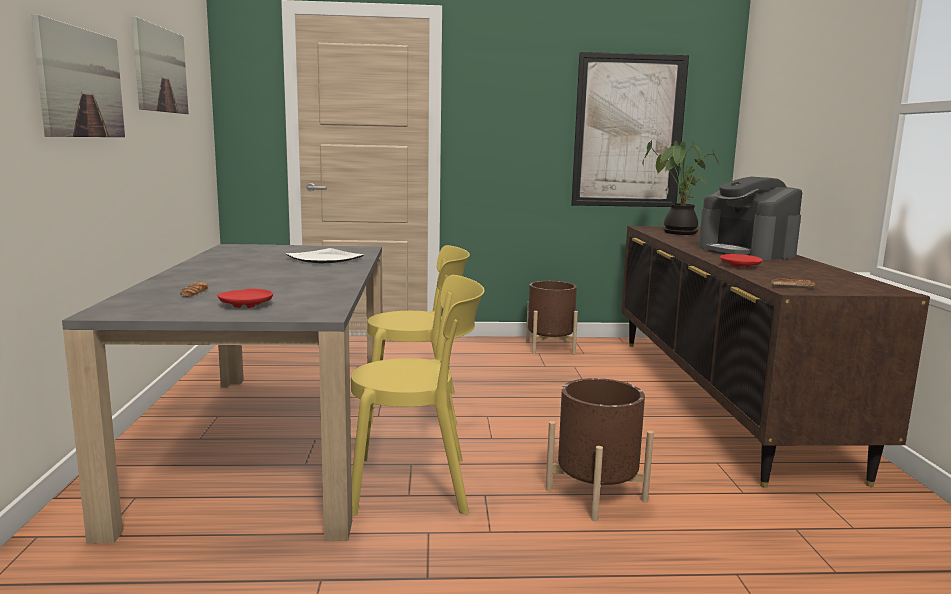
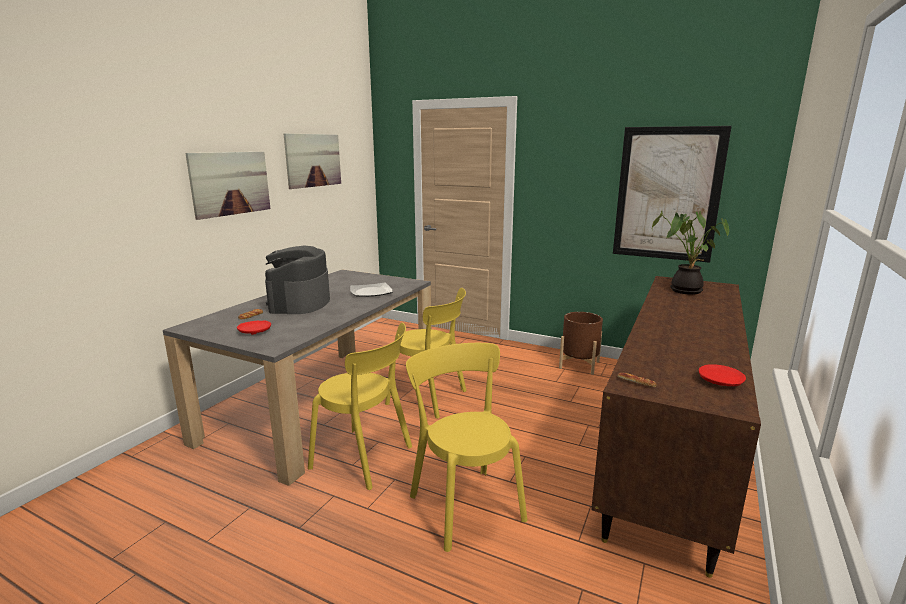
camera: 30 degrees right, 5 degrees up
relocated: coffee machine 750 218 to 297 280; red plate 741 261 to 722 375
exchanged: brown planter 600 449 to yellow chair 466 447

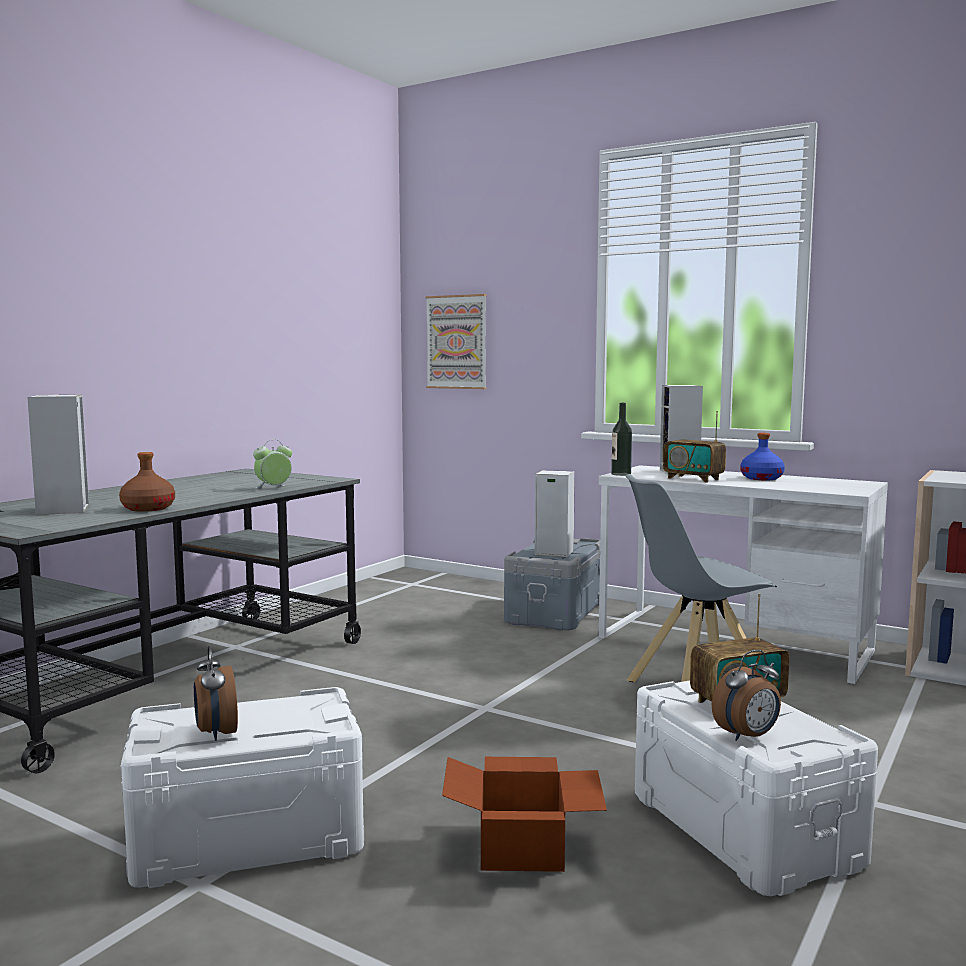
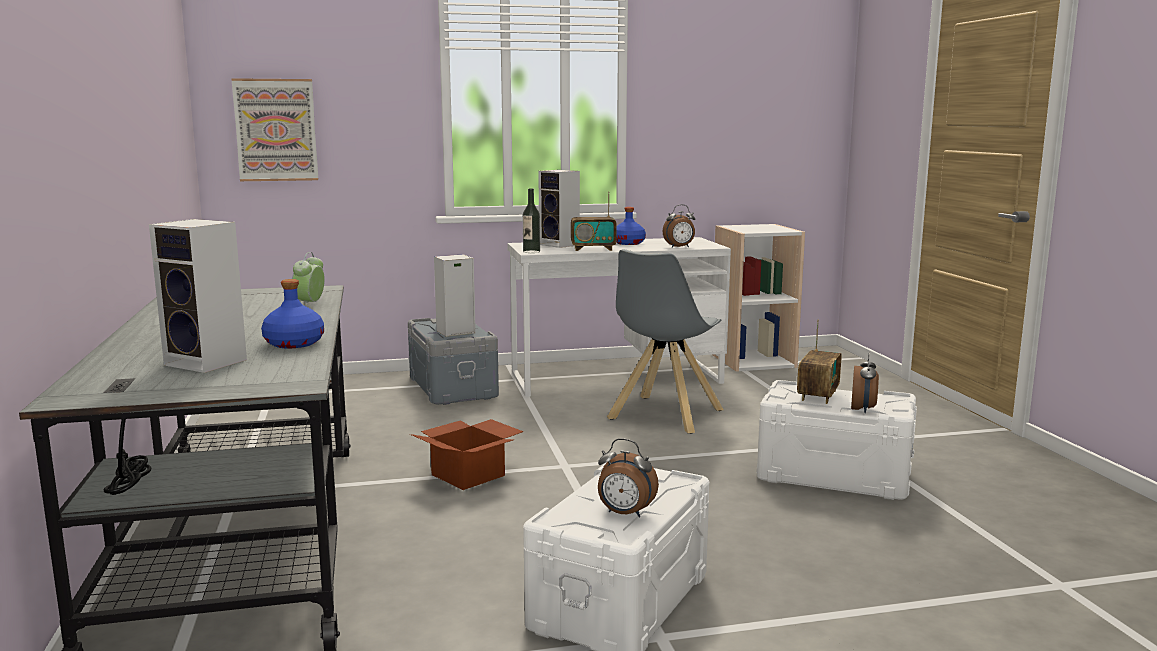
camera: 45 degrees left, 5 degrees up
appeared: alarm clock 679 226
relocated: cardboard box 524 814 to 467 454
colour: brown bottle 147 482 to blue bottle 292 313

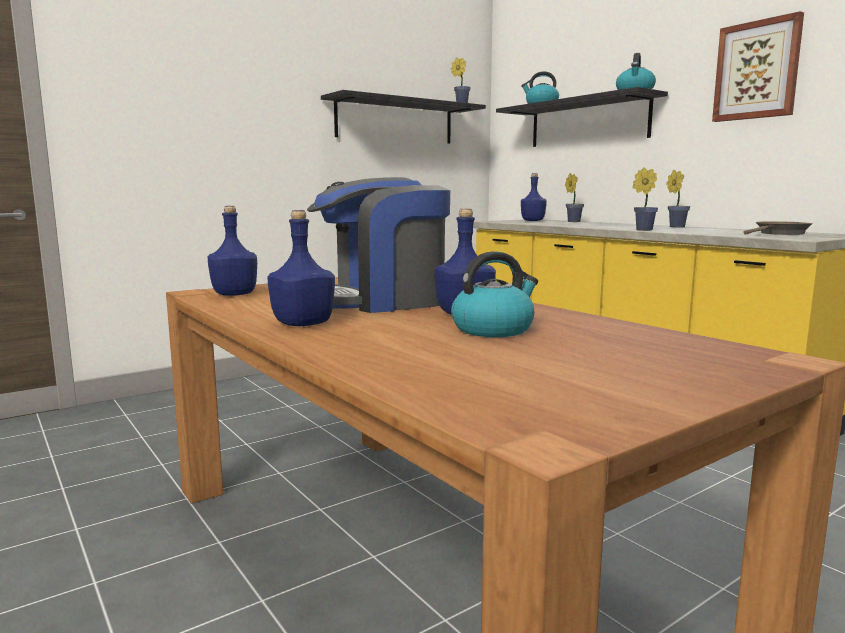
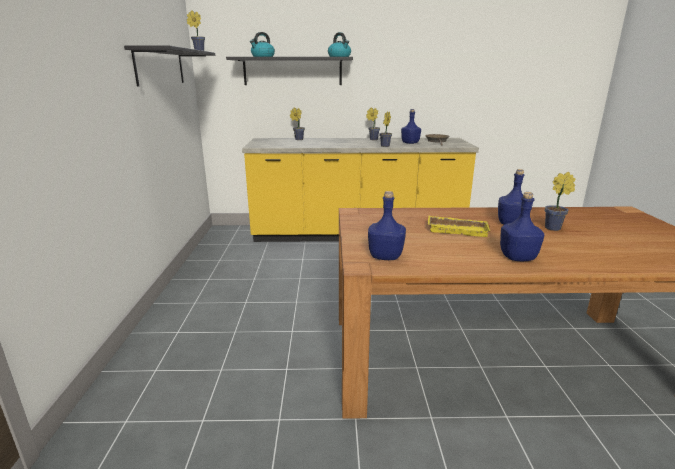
camera: 55 degrees left, 10 degrees up
missing: picture 758 66
relocated: blue bottle 534 197 to 411 126
exchanged: coffee machine 378 245 to yellow tray 459 226; kettle 494 294 to potted plant 560 201

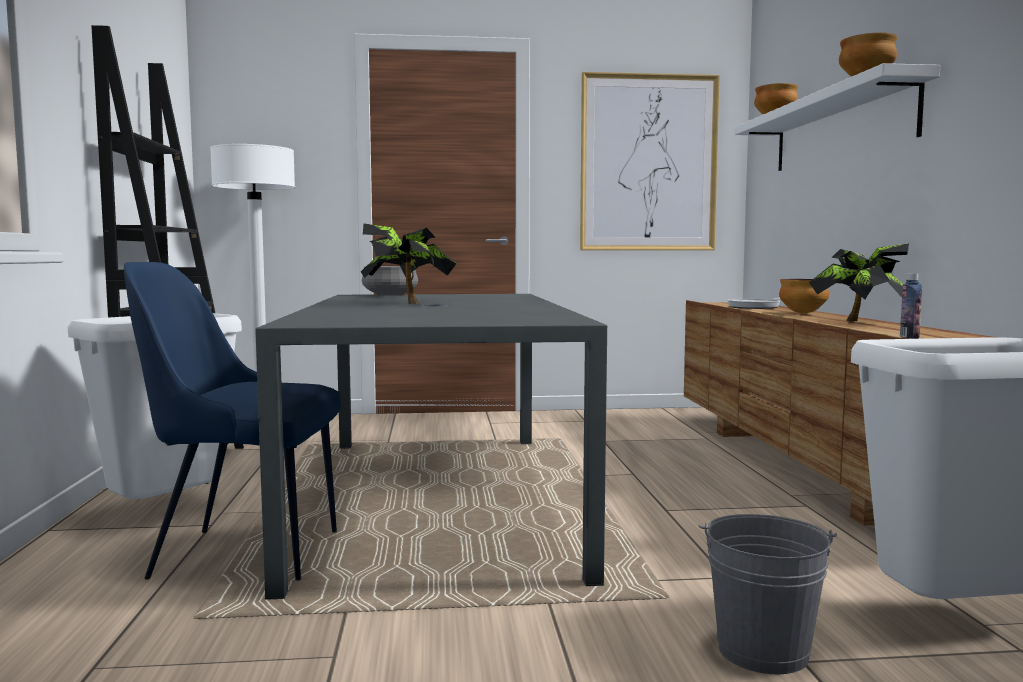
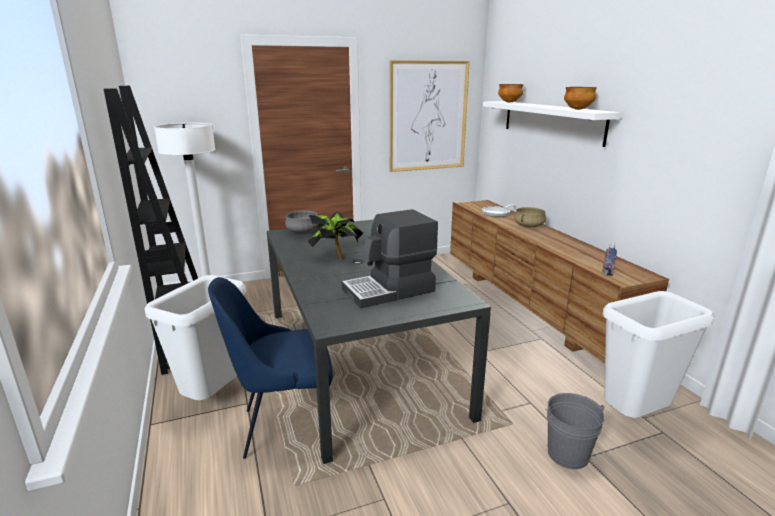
camera: 15 degrees left, 15 degrees up
missing: potted plant 859 282
appeared: coffee machine 389 258
exchanged: bowl 804 296 to beige cooking pot 530 217

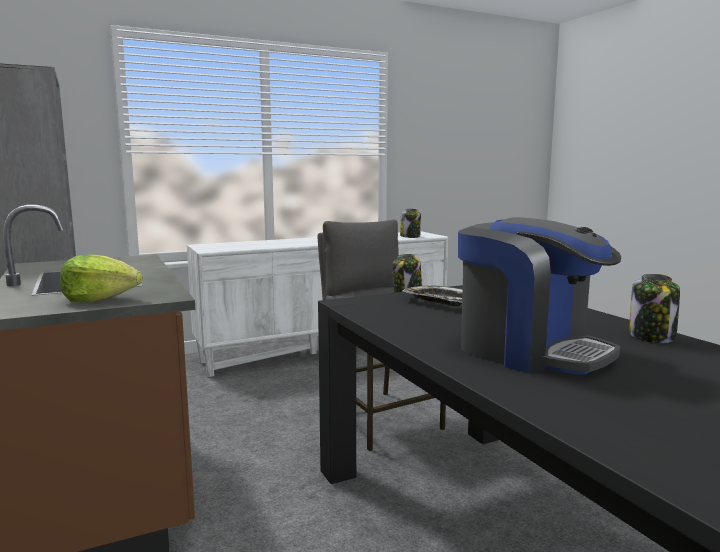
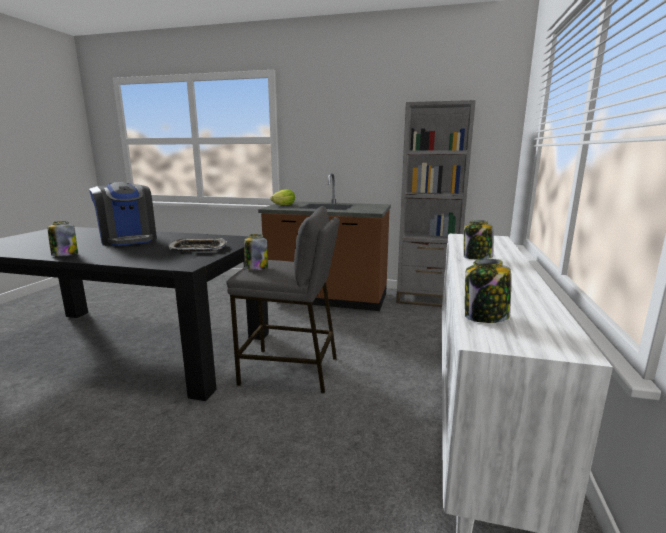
camera: 130 degrees right, 5 degrees up
appeared: jar 478 239
spun: coffee machine 539 296 = 123 214 120 degrees counterclockwise

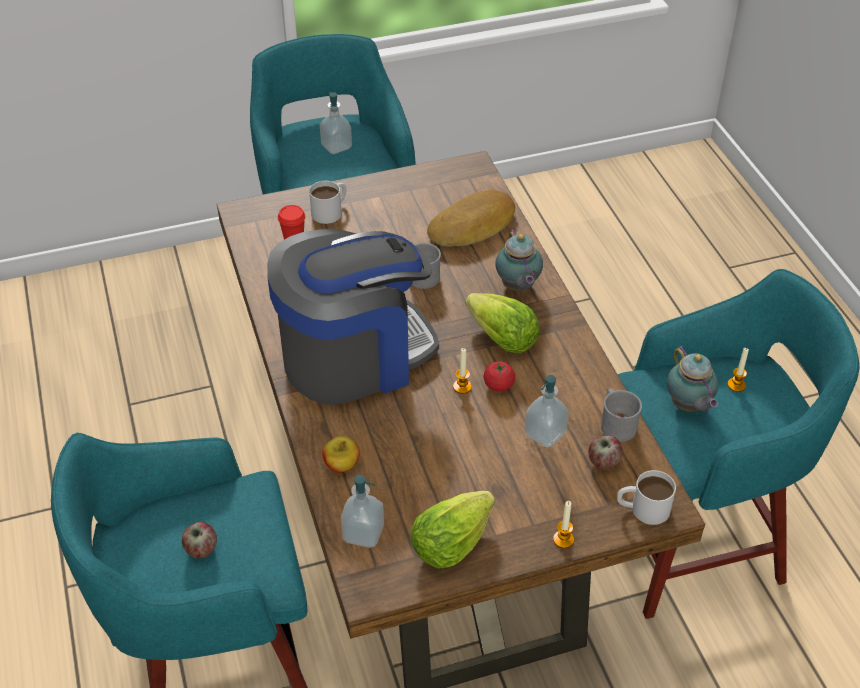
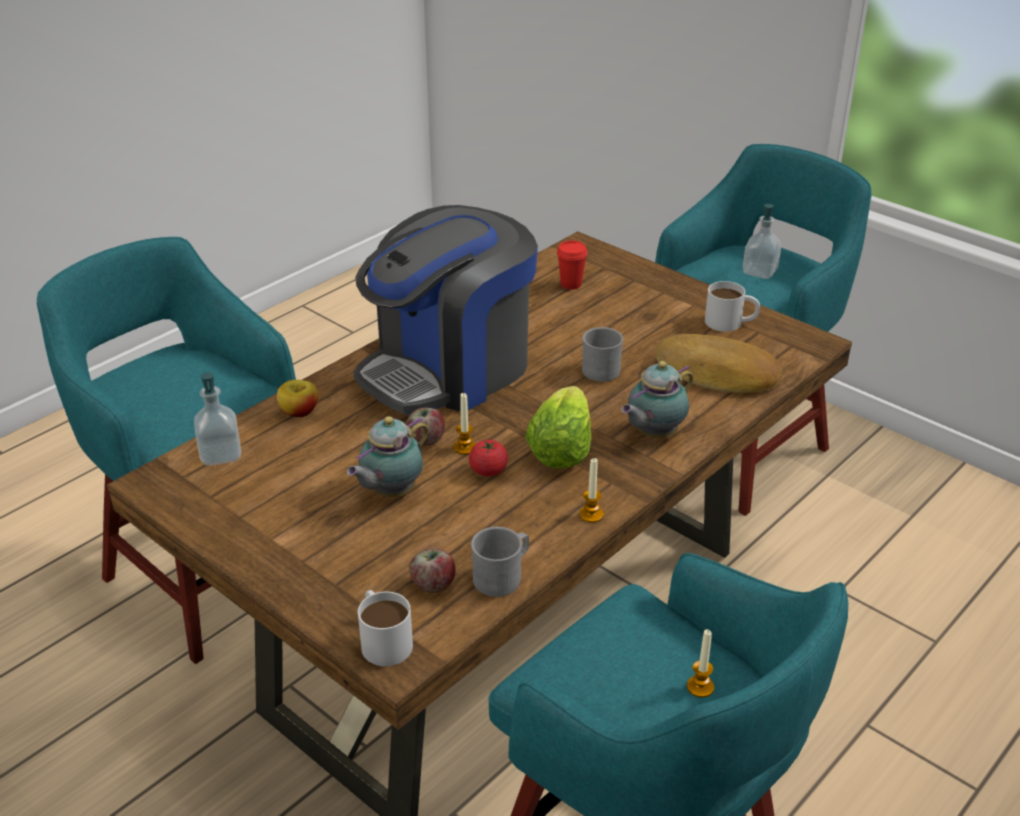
camera: 60 degrees right, 10 degrees down
missing: lettuce 452 530; soap dispenser 546 411
relocated: apple 199 540 to 425 427; white mug 327 202 to 732 306; candle 563 524 to 591 490; teapot 692 378 to 388 456
spun: coffee machine 353 316 = 445 310 105 degrees clockwise

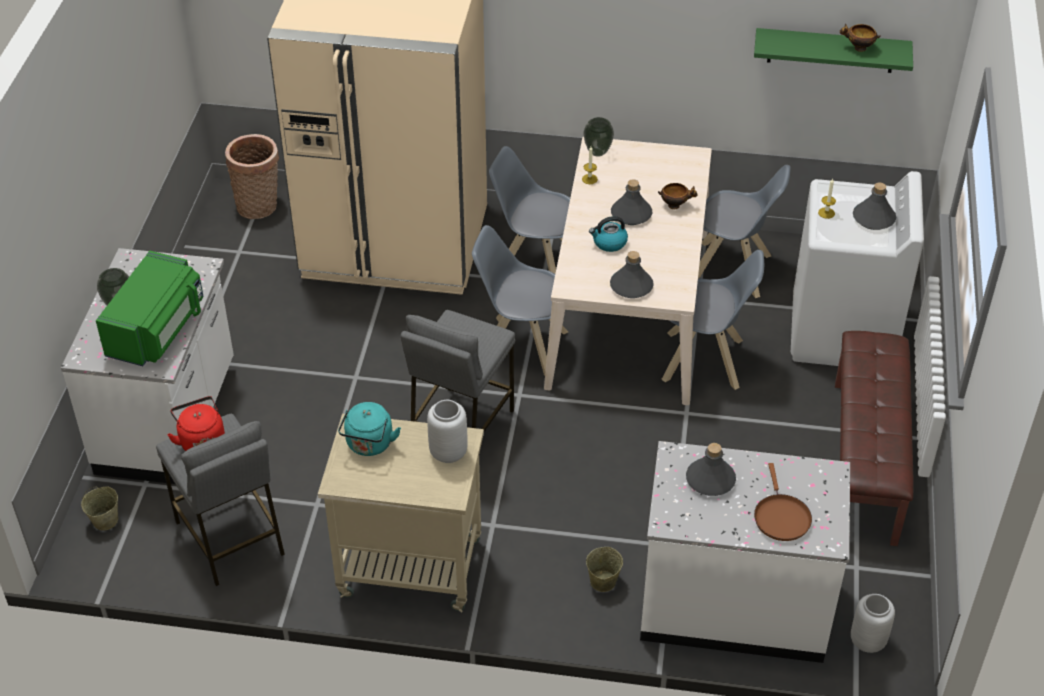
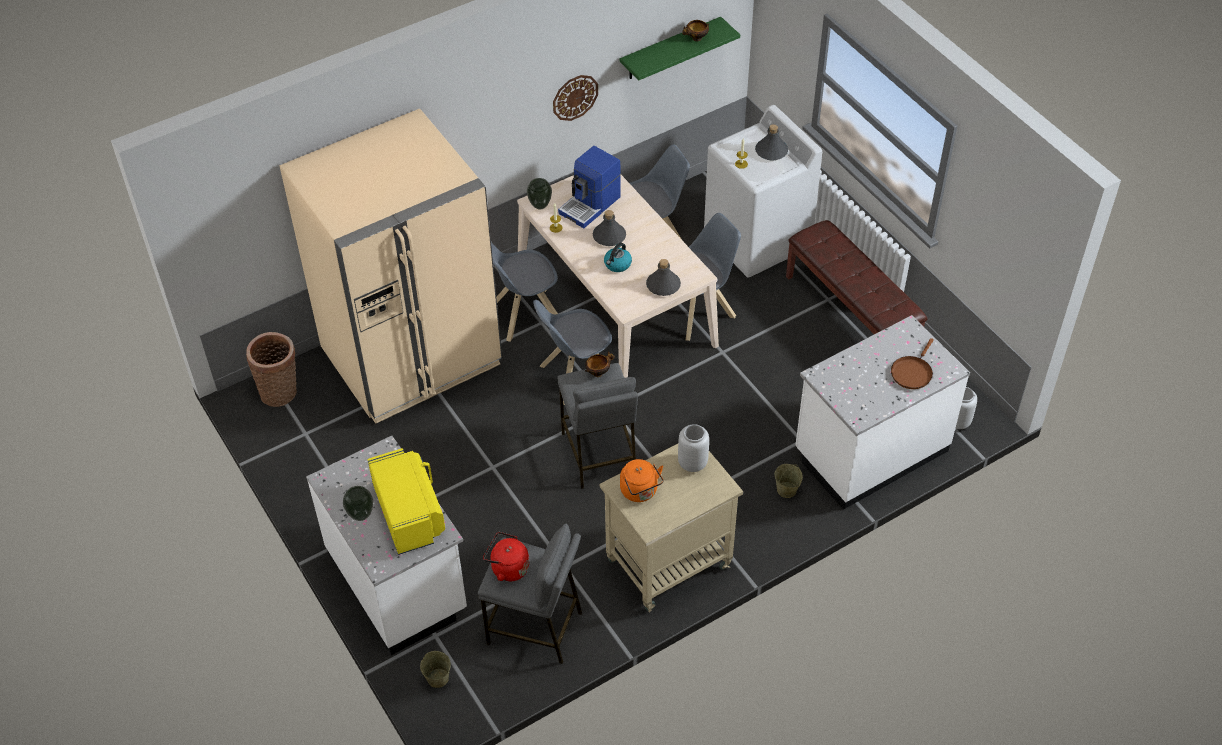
camera: 40 degrees left, 5 degrees up
missing: grey bottle 711 469
appeared: wall clock 575 98; coffee machine 589 187
relocated: bowl 678 196 to 599 364
colour: green microwave 149 308 to yellow microwave 406 501; turquoise kettle 369 429 to orange kettle 642 480
spun: brown frying pan 783 502 = 912 363 75 degrees clockwise

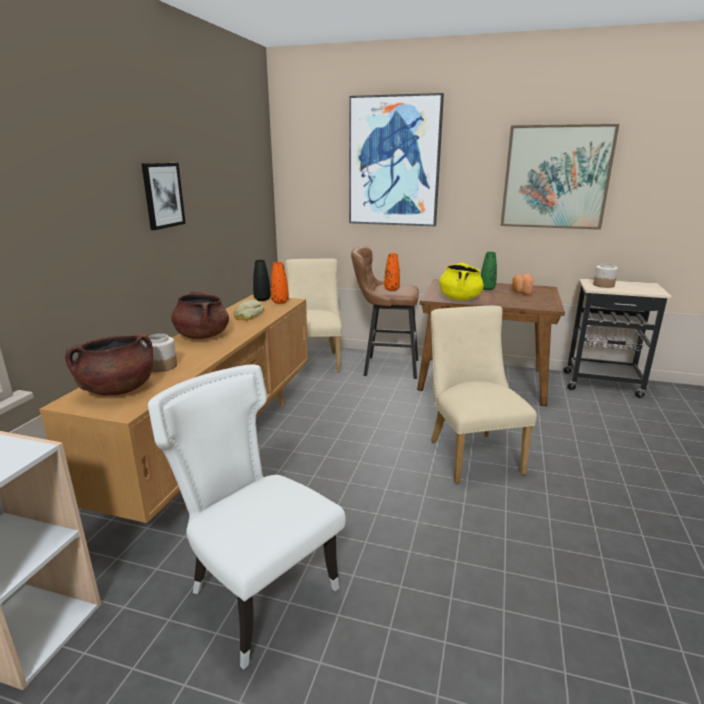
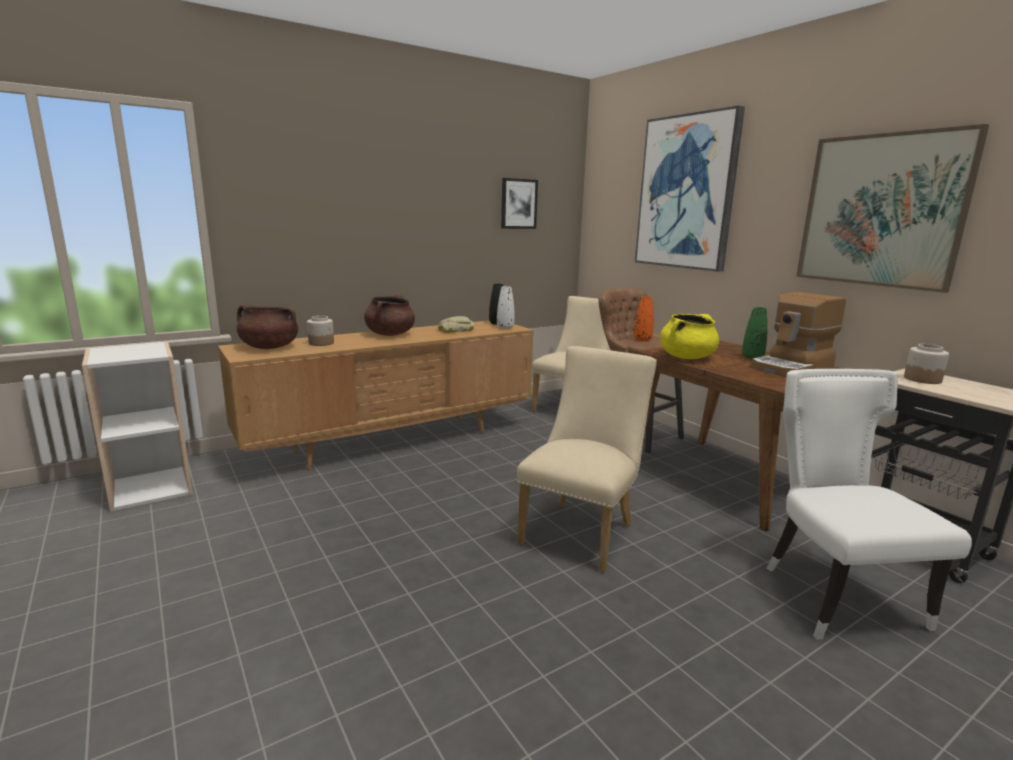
camera: 40 degrees right, 5 degrees down
relocated: picture 164 196 to 519 203; white chair 247 517 to 869 504
exchanged: bread 523 284 to coffee machine 798 334
colour: orange vase 280 283 to white vase 506 307

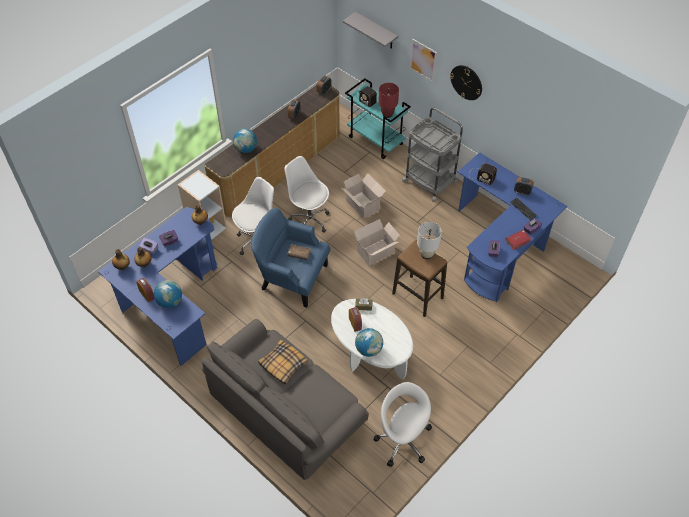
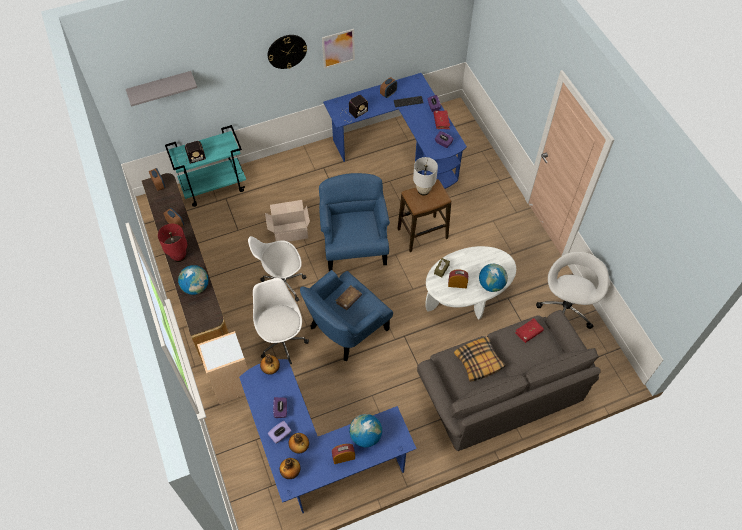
camera: 65 degrees left, 5 degrees up
missing: grey cart 432 154
appeared: red book 529 330
relocated: red table lamp 388 100 to 172 243; picture 423 60 to 338 49
exchanged: cardboard box 377 242 to blue armchair 354 222
spun: white office chair 403 424 = 572 290 135 degrees clockwise

